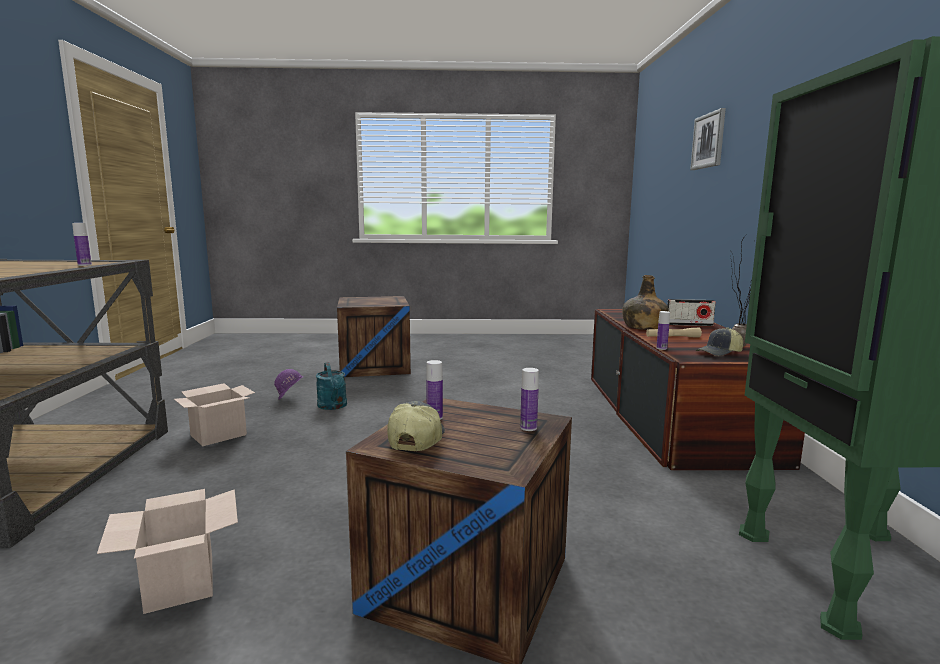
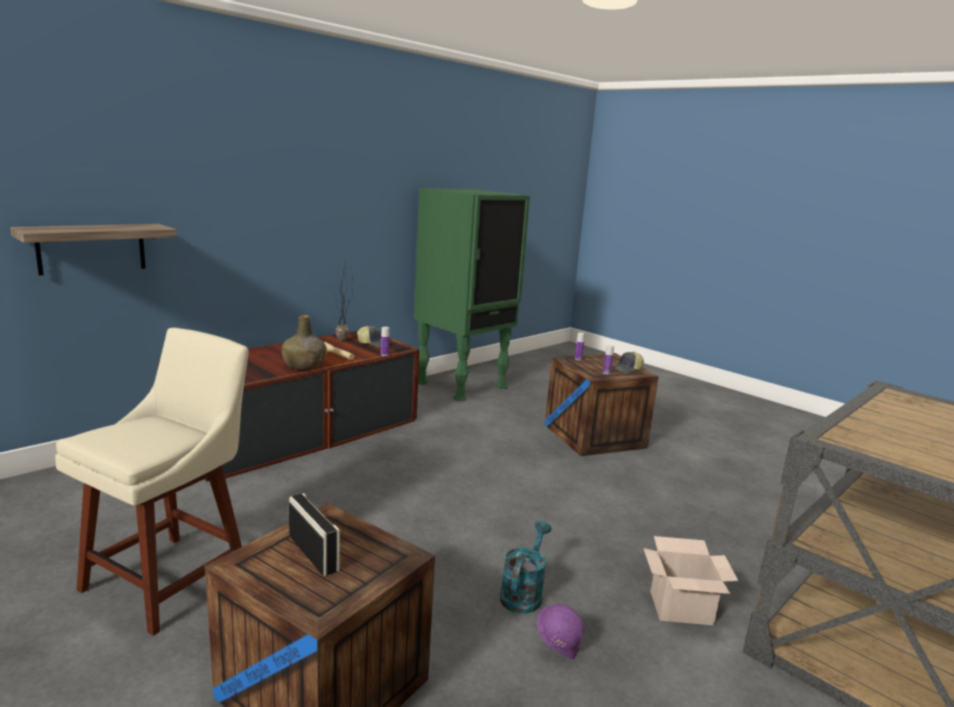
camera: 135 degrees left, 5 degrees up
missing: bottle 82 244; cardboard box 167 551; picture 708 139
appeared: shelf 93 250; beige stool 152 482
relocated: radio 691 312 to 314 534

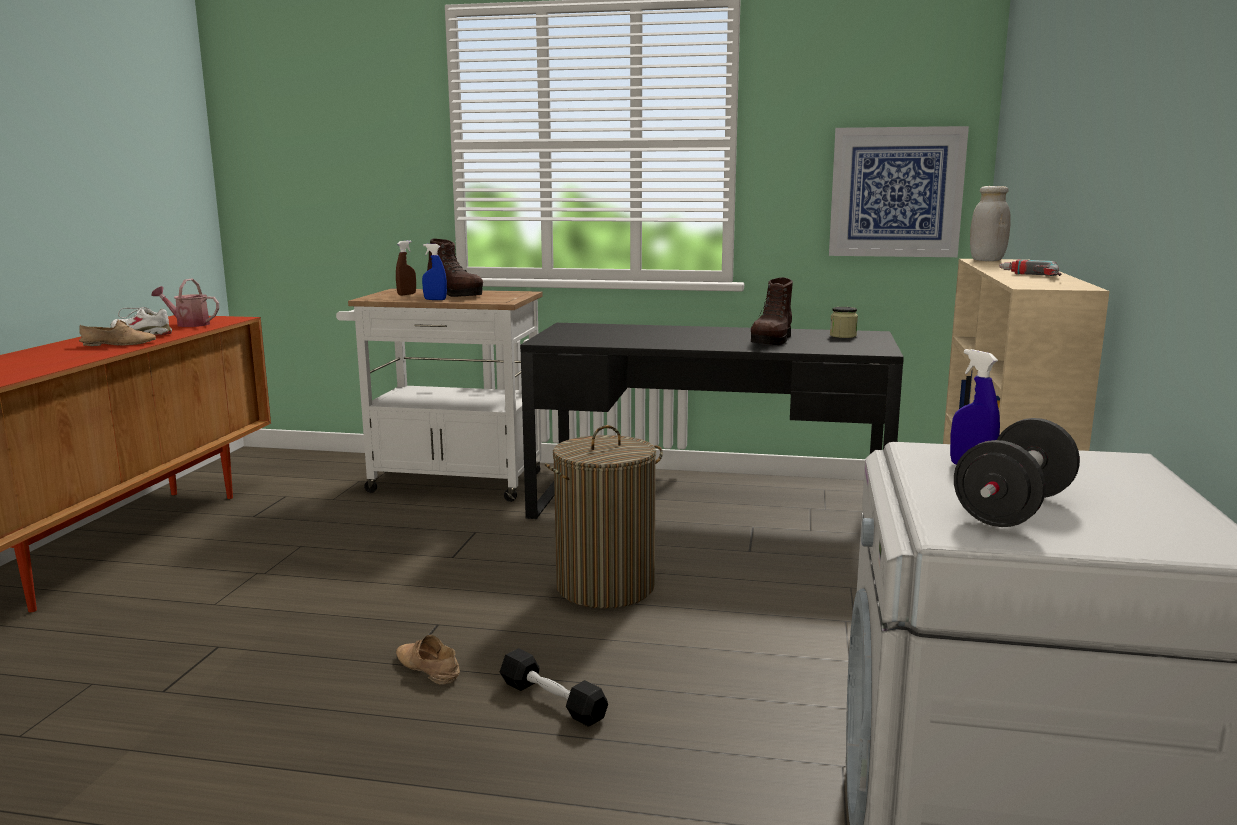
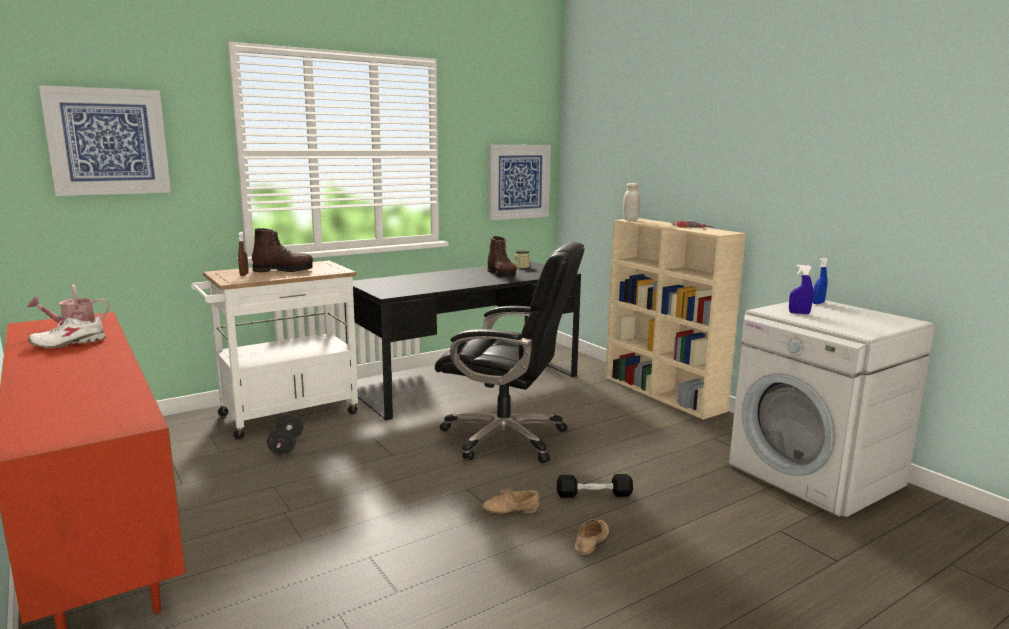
camera: 45 degrees left, 0 degrees up
appeared: picture 105 140
relocated: beige shoe 117 333 to 592 537; blue spray bottle 434 272 to 820 280; black dumbbell 1017 472 to 285 434
exchanged: laundry basket 604 516 to black office chair 510 352

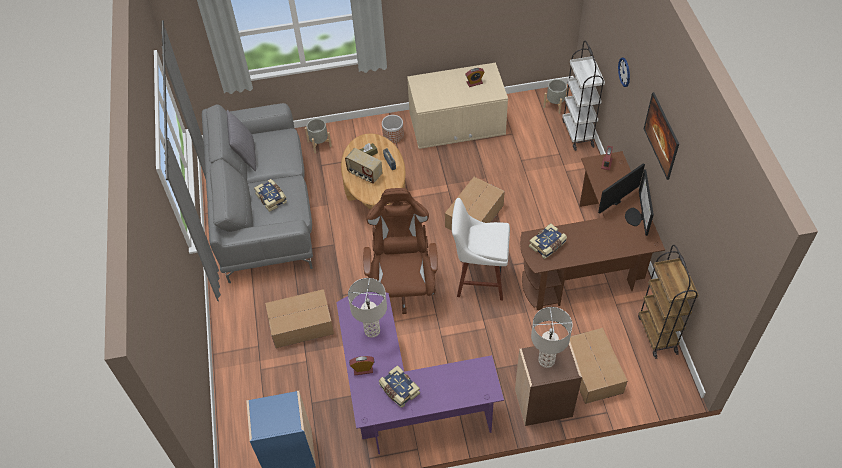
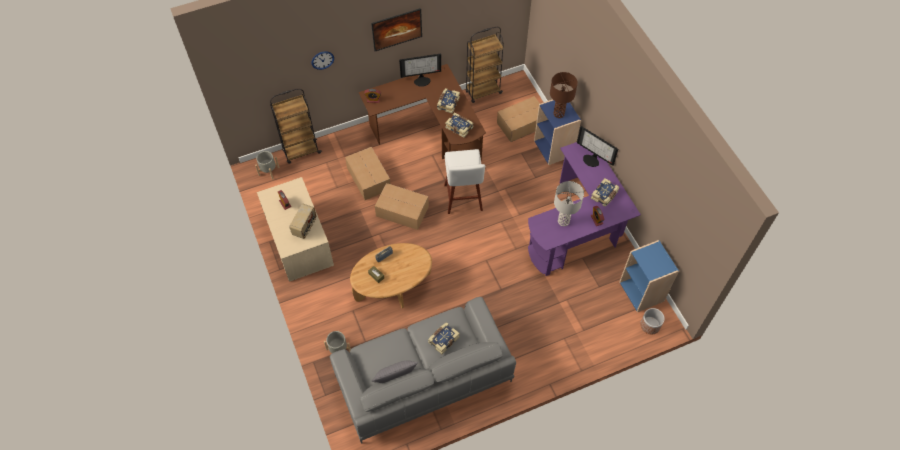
camera: 105 degrees left, 5 degrees up
missing: brown office chair 400 251
appeared: book 448 101
relocated: cardboard box 299 318 to 368 173; radio 363 166 to 302 221; planter 393 129 to 652 321; monitor 621 188 to 597 146
colour: brown bookcase 548 384 to blue bookcase 557 132; white table lamp 552 337 to brown table lamp 564 95; white cart 583 96 to brown cart 296 126

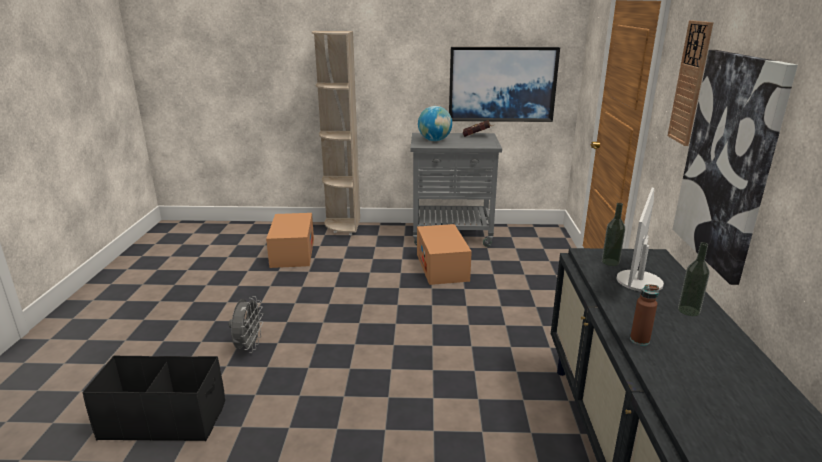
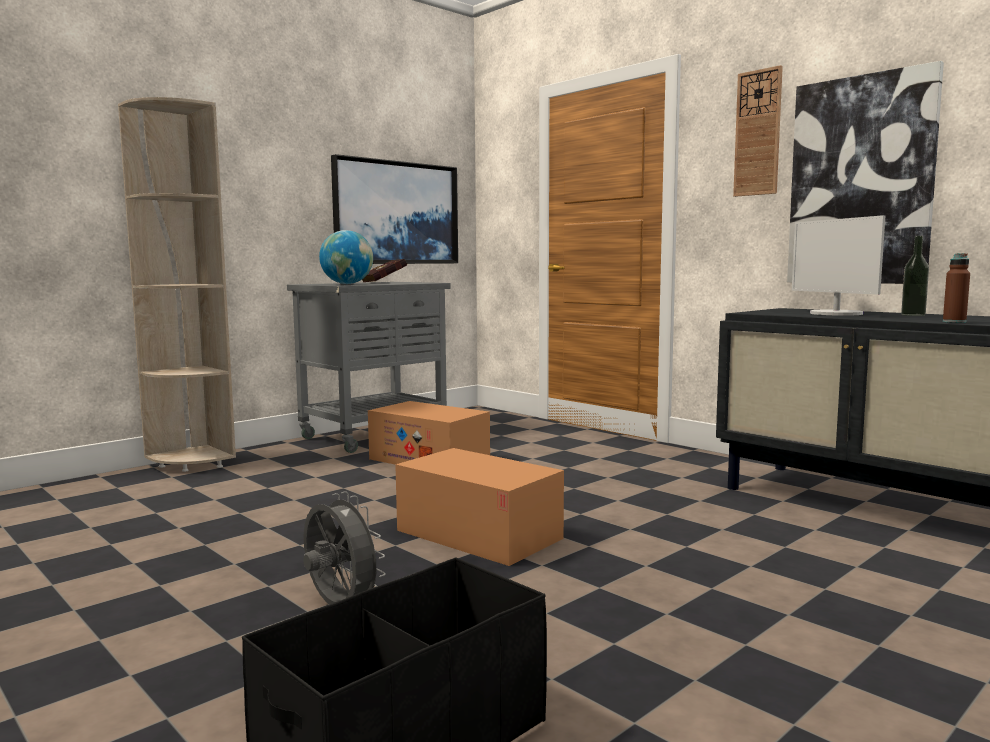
camera: 45 degrees left, 15 degrees down
missing: bottle 613 234
relocated: cardboard box 290 240 to 479 507

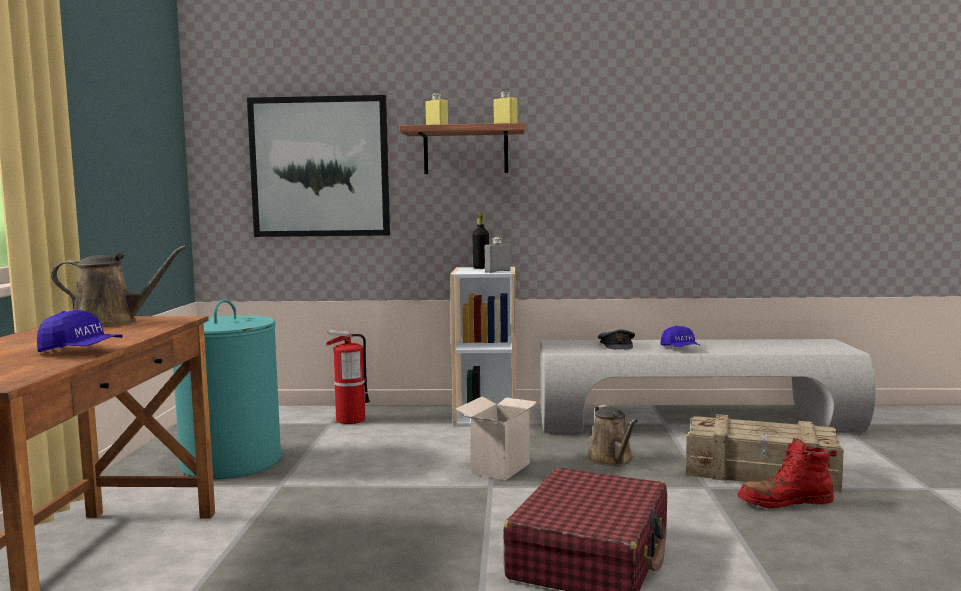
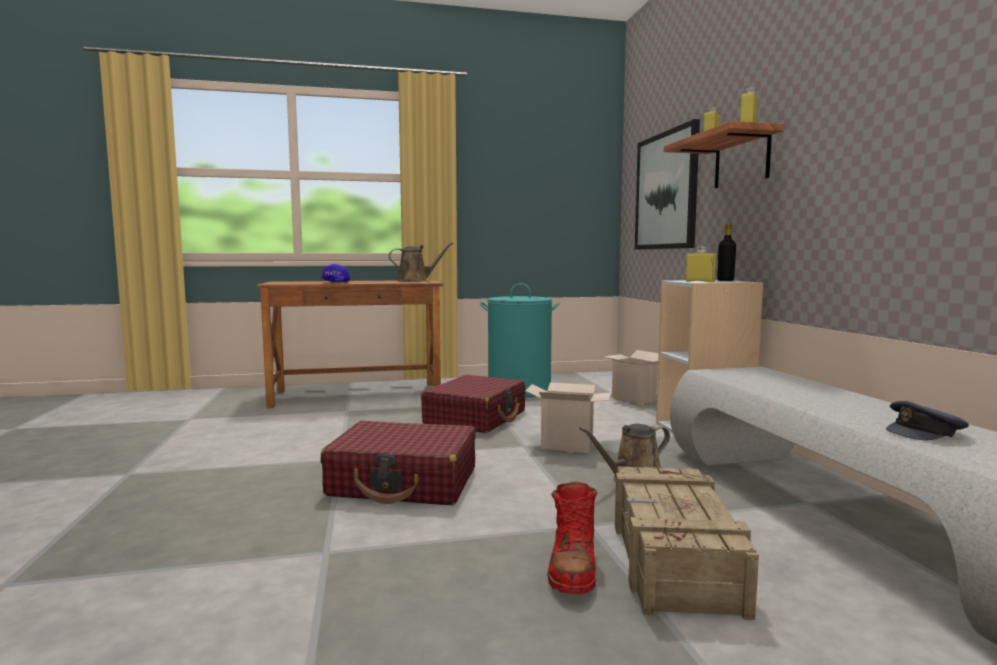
camera: 75 degrees right, 0 degrees up
missing: blue cap 680 336
appeared: red suitcase 473 404
relocated: grey cap 616 339 to 927 420
exchanged: fire extinguisher 348 377 to cardboard box 631 377
colour: grey bottle 497 255 to yellow bottle 701 264
spun: brown watering can 119 286 = 421 262 90 degrees counterclockwise; red boot 787 473 = 572 537 150 degrees counterclockwise

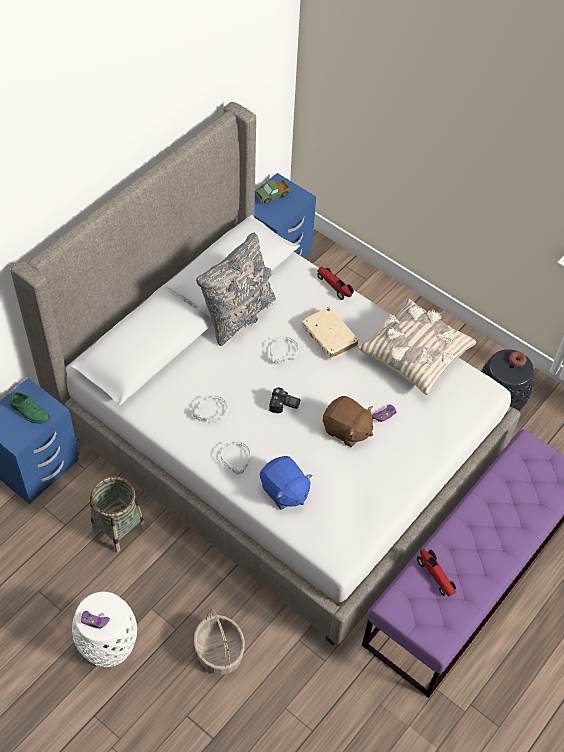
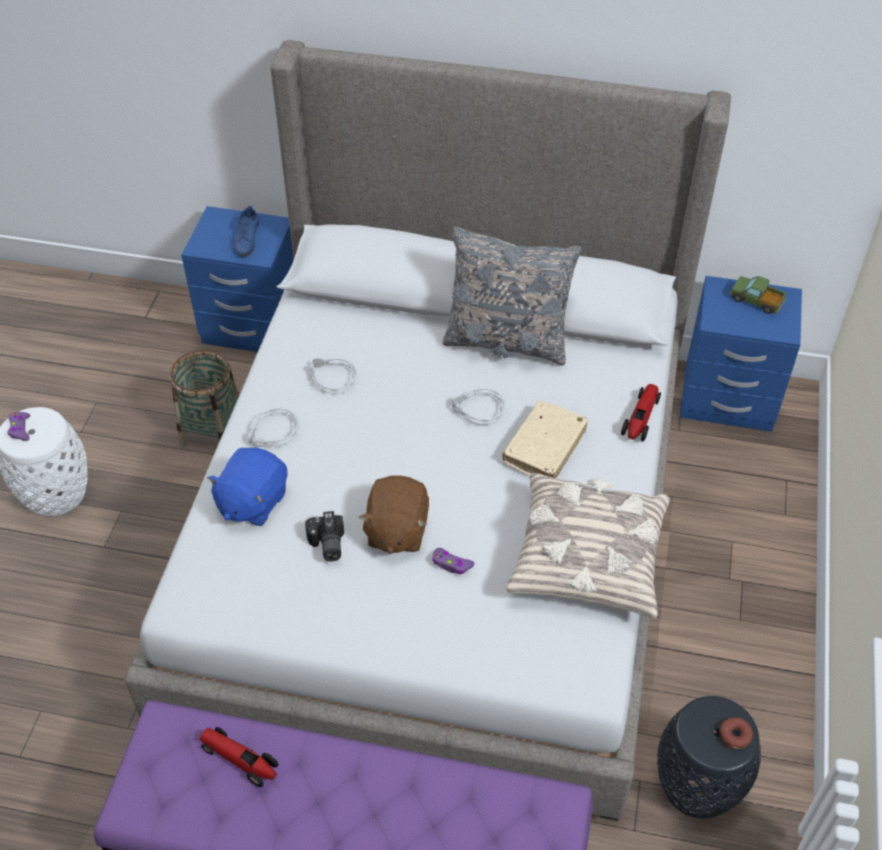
camera: 65 degrees right, 5 degrees down
missing: basket 219 641
relocated: photo camera 284 400 to 324 536
colour: green shoe 29 407 to blue shoe 246 231
spun: toy car 436 572 = 239 757 90 degrees clockwise

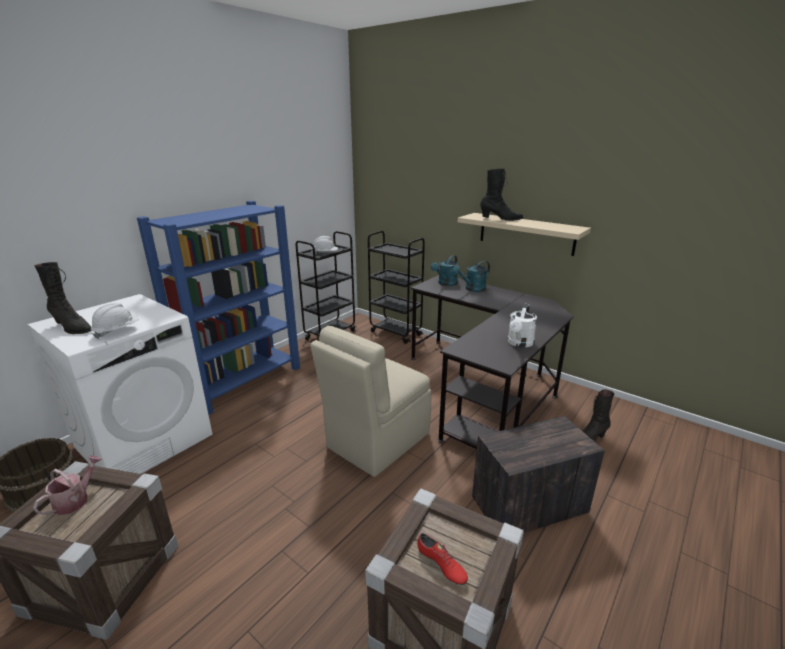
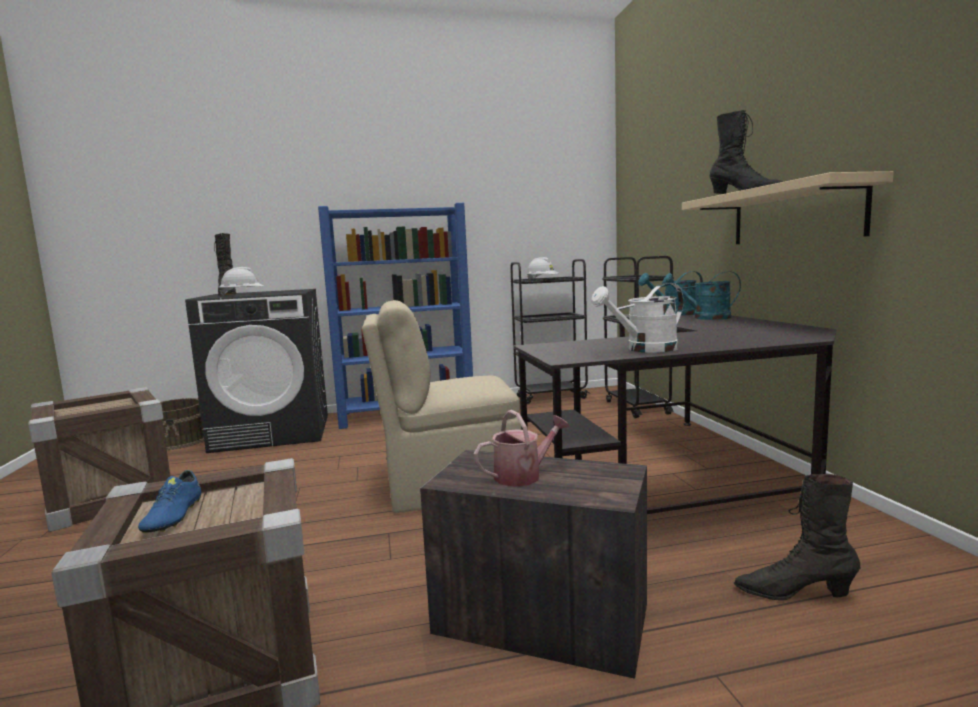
camera: 40 degrees right, 15 degrees down
relocated: watering can 67 485 to 522 448
colour: white washing machine 120 384 to black washing machine 256 371; red shoe 443 559 to blue shoe 169 501

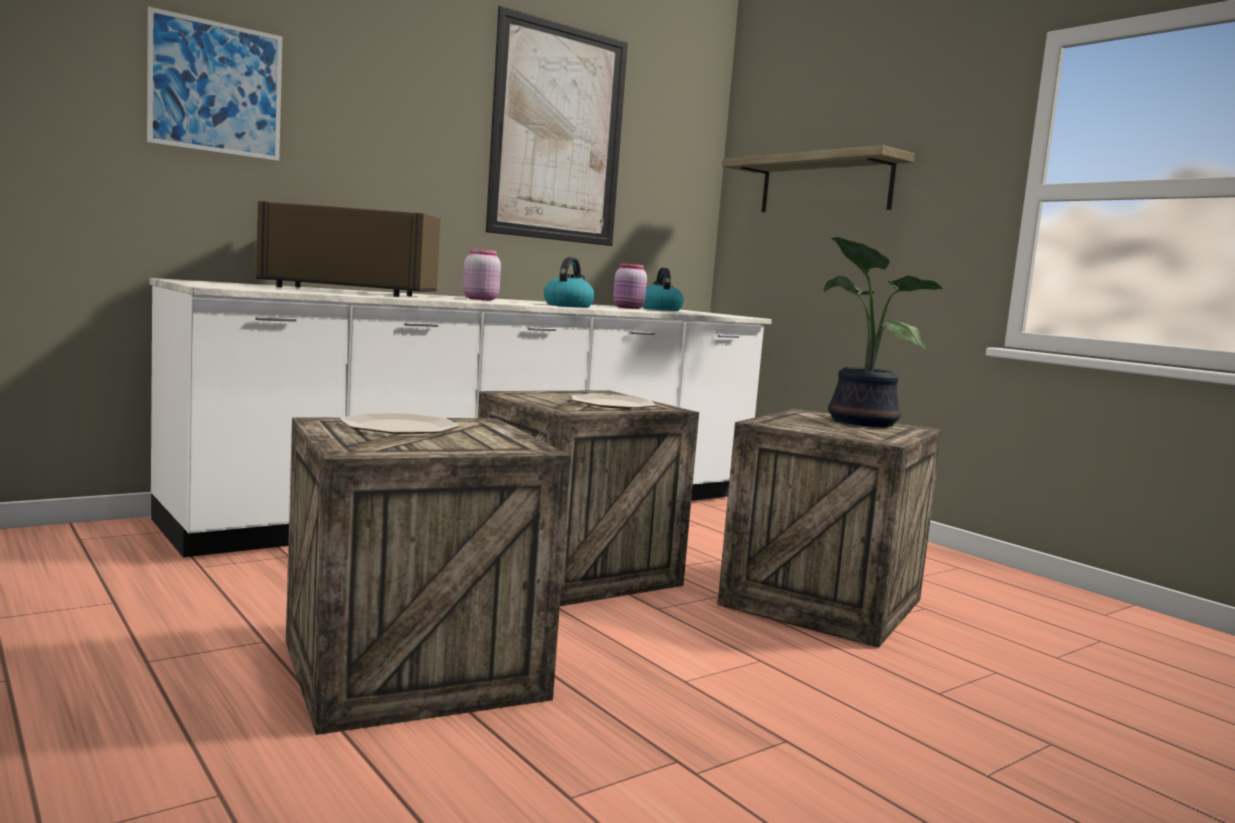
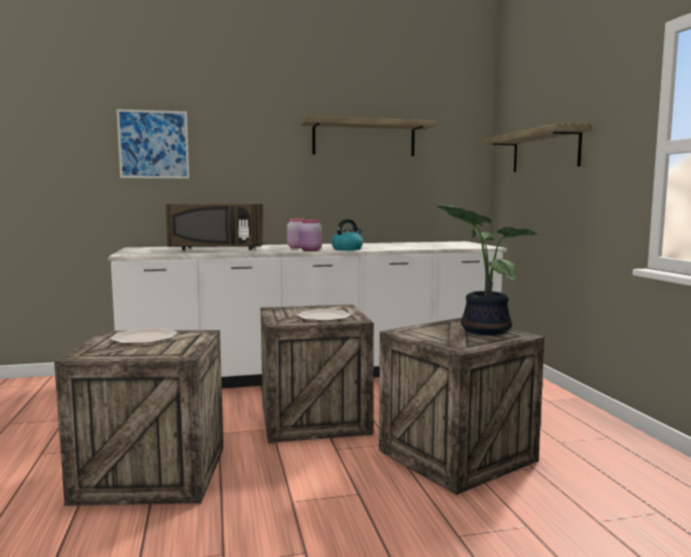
camera: 25 degrees right, 0 degrees up
missing: kettle 663 289
relocated: pink jar 630 286 to 310 235
exchanged: picture 557 126 to shelf 368 136
spun: brown microwave 348 249 = 215 226 150 degrees clockwise

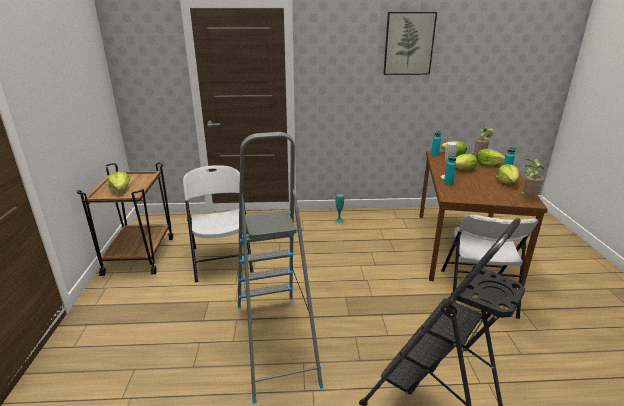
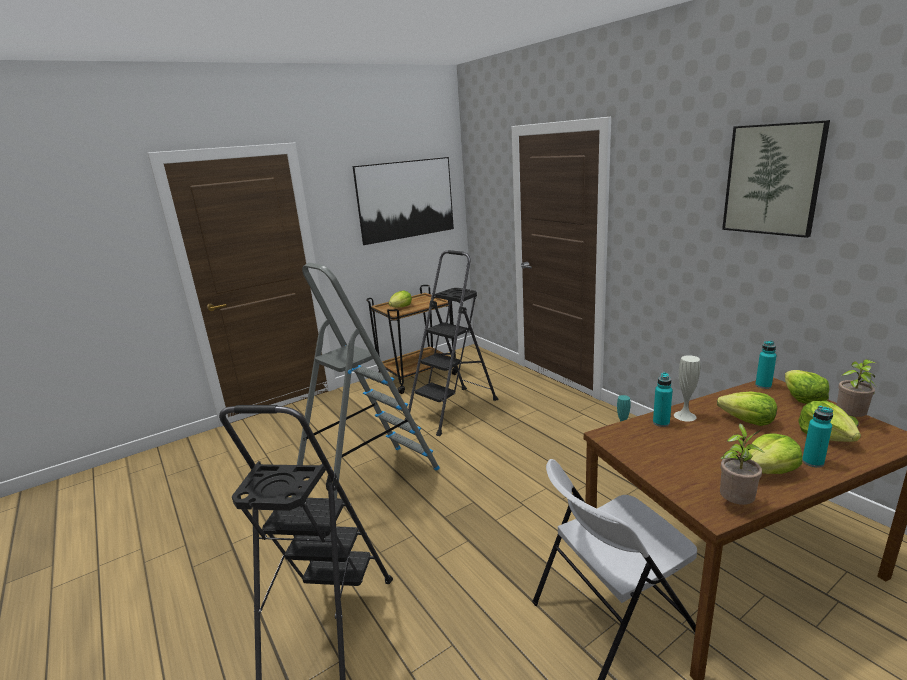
camera: 60 degrees right, 5 degrees down
appeared: picture 403 201
exchanged: white chair 218 223 to step ladder 451 343

